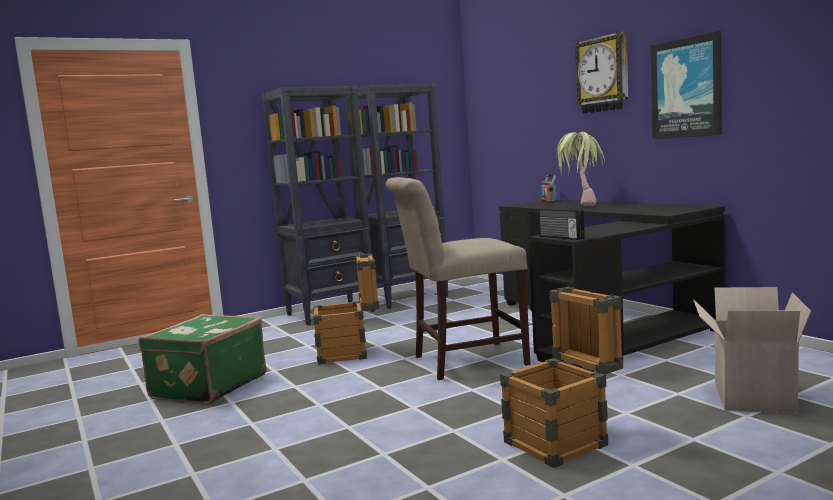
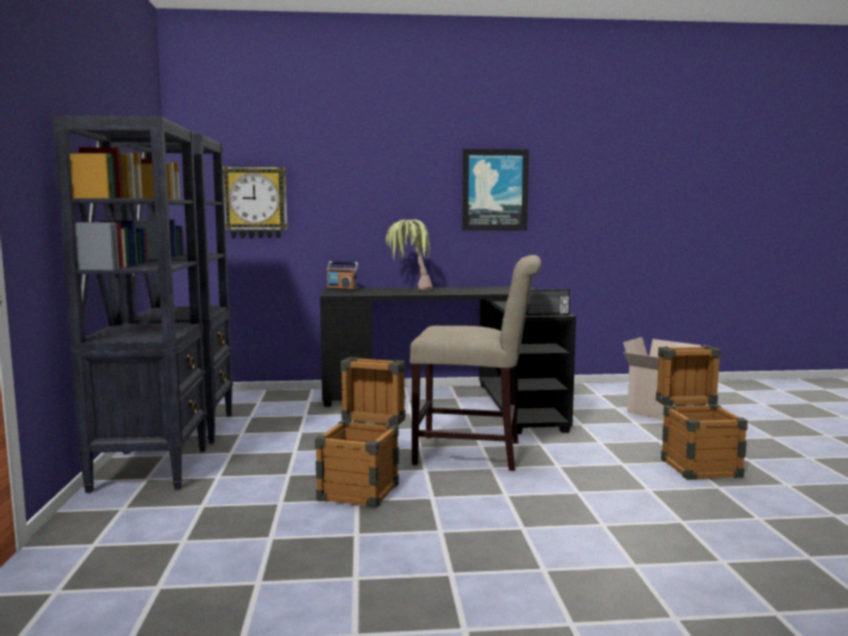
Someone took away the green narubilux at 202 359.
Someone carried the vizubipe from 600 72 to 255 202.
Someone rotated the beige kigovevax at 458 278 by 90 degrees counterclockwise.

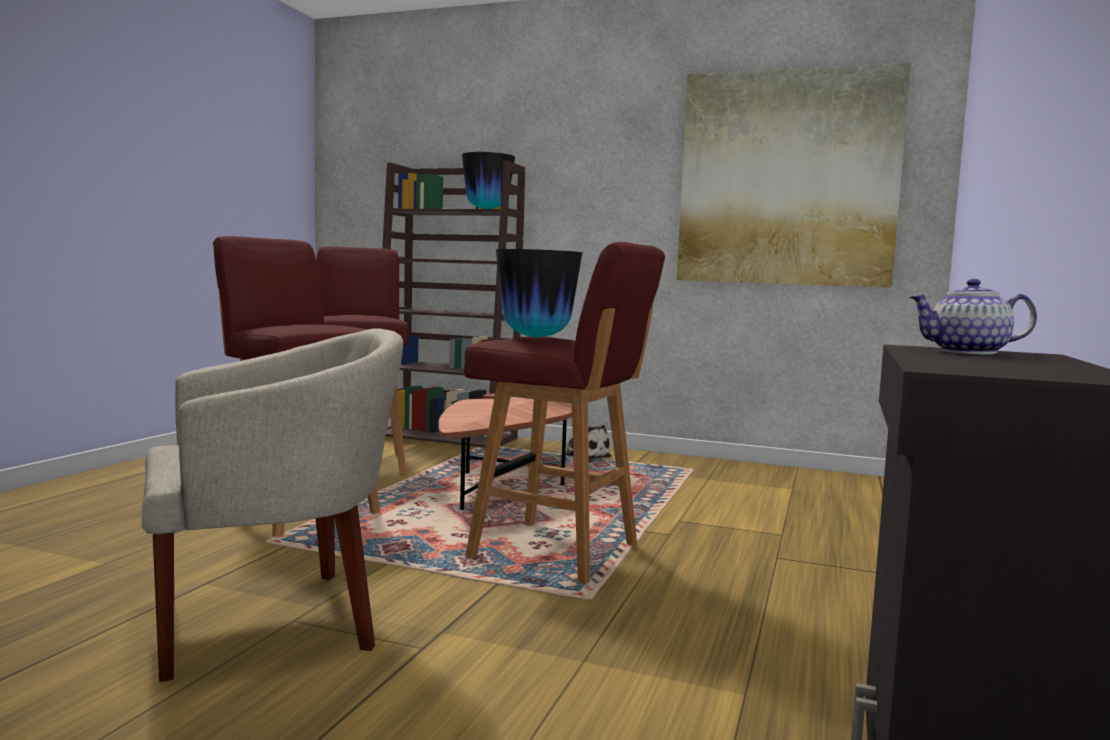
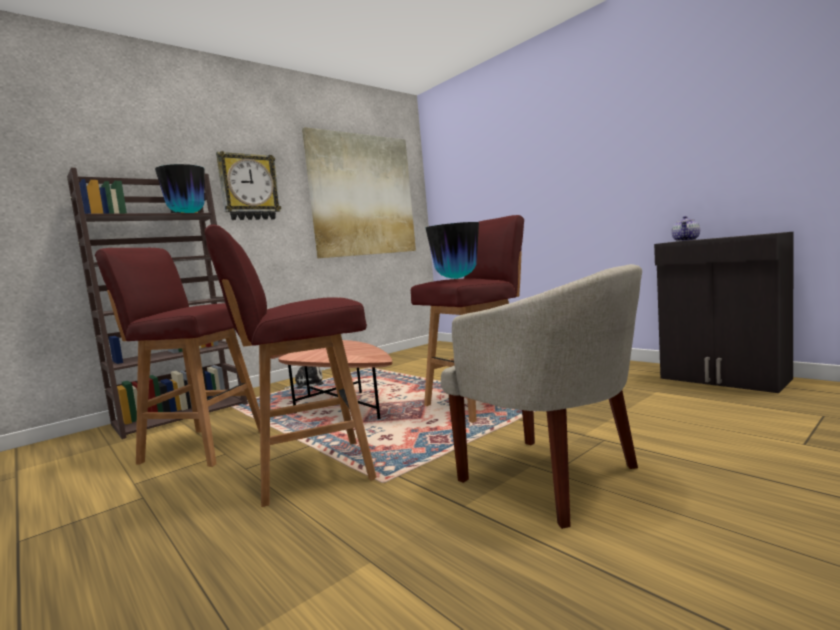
Someone put up the vizubipe at 248 185.
Someone rotated the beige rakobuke at 272 505 by 135 degrees clockwise.

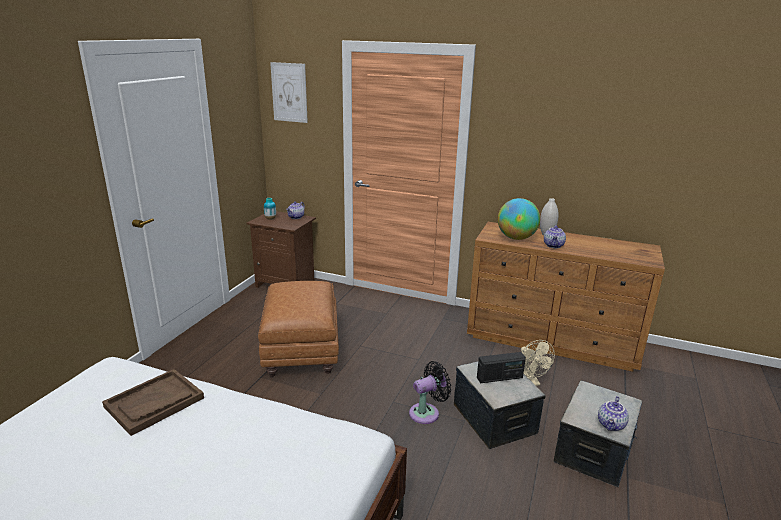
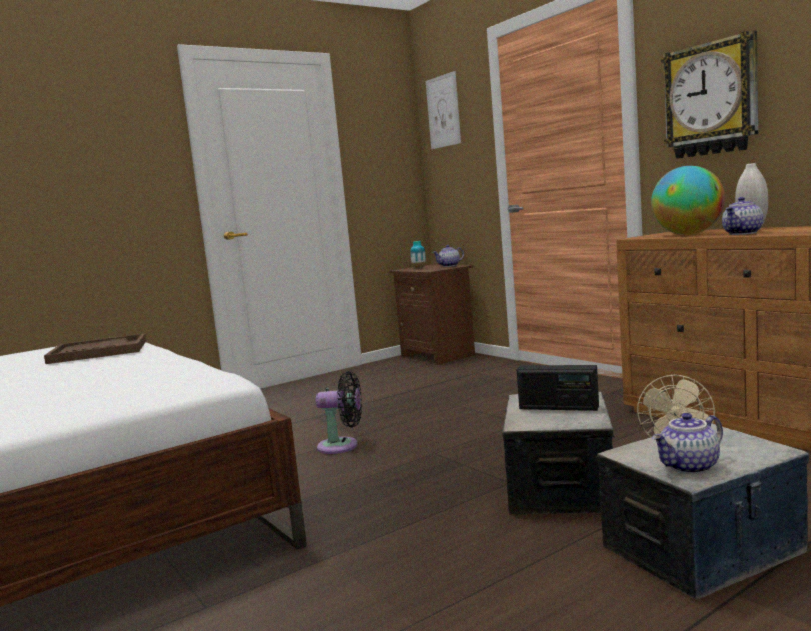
Someone took away the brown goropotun at 298 329.
Someone put up the vizubipe at 710 94.
Someone carried the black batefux from 430 392 to 339 412.

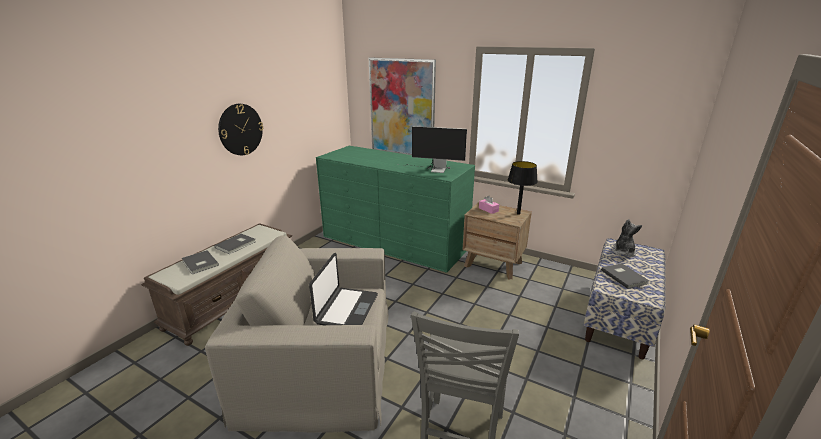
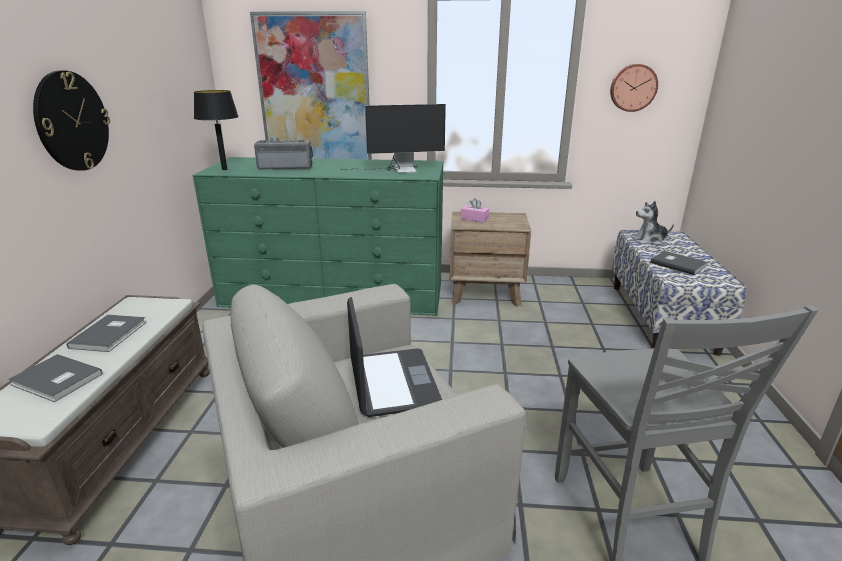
Someone put down the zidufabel at 283 154.
Someone put up the vizubipe at 634 88.
Someone carried the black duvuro from 523 188 to 216 130.
Someone rotated the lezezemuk at 627 238 by 90 degrees counterclockwise.

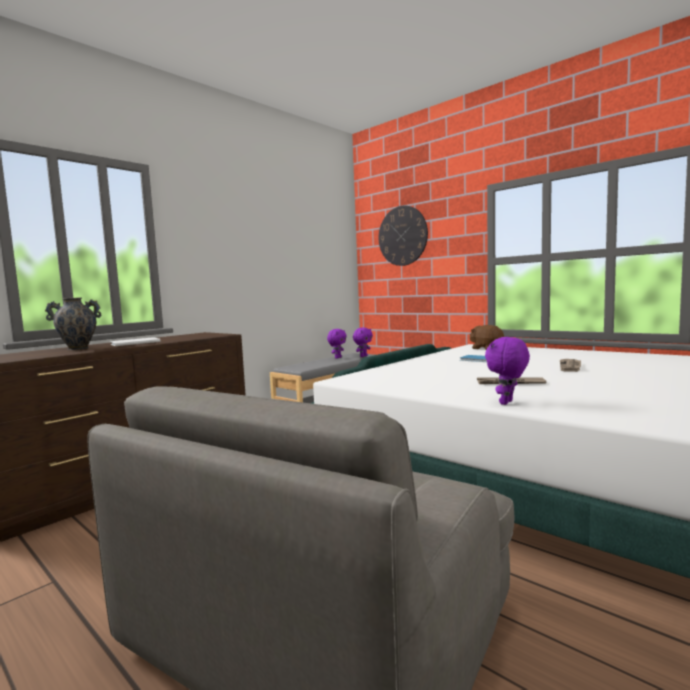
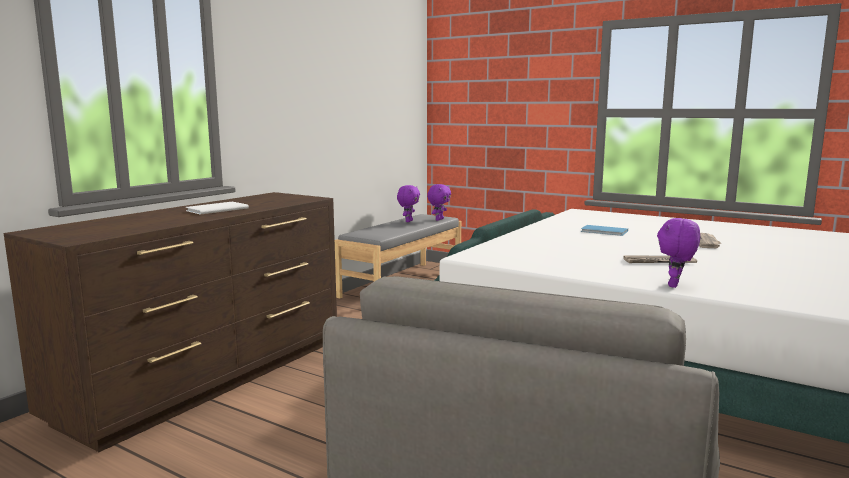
Someone took away the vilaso at 73 323.
Someone took away the vizubipe at 403 235.
Someone took away the brown lezezemuk at 486 337.

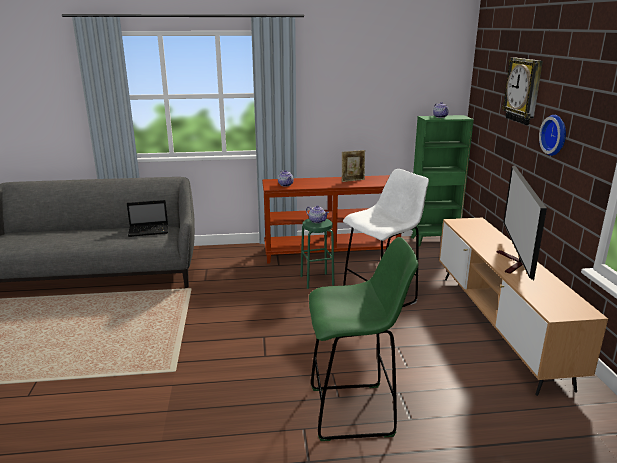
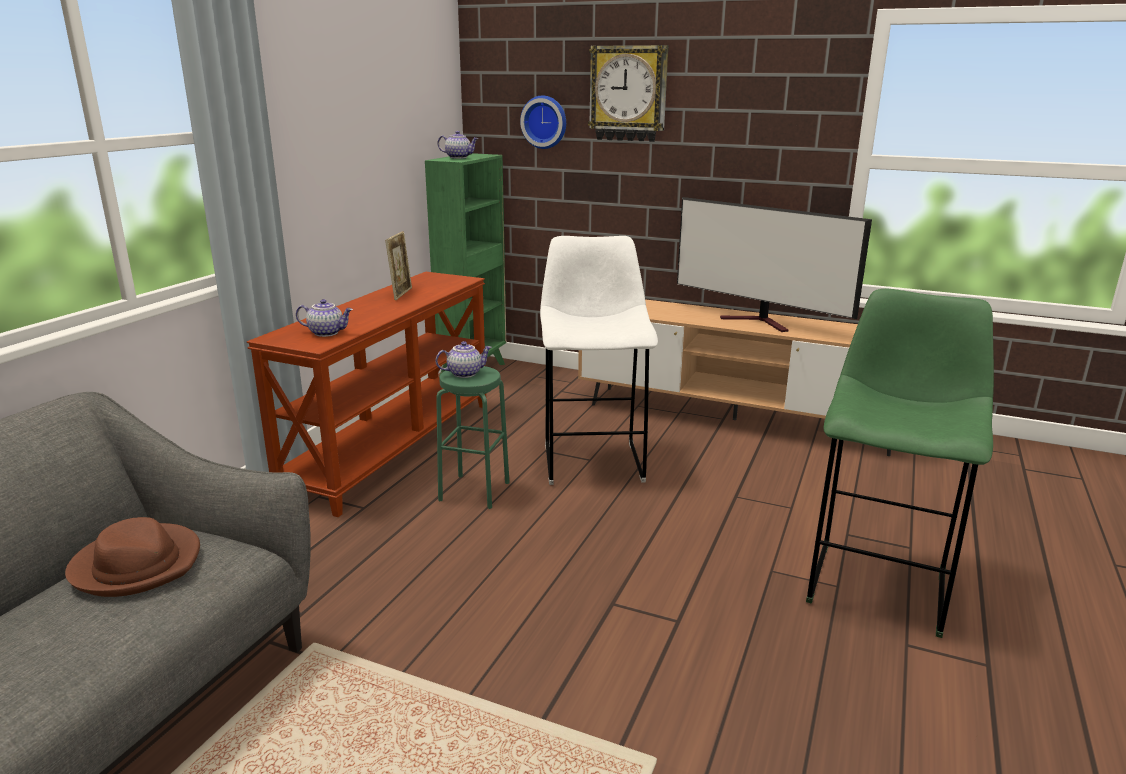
Someone carried the vizubipe from 552 135 to 543 122.
Someone swapped the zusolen at 147 218 for the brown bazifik at 132 557.

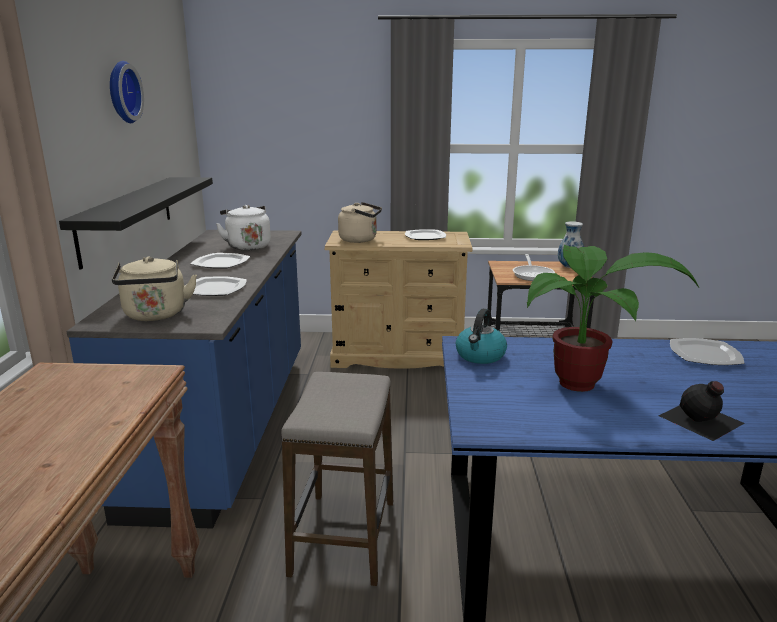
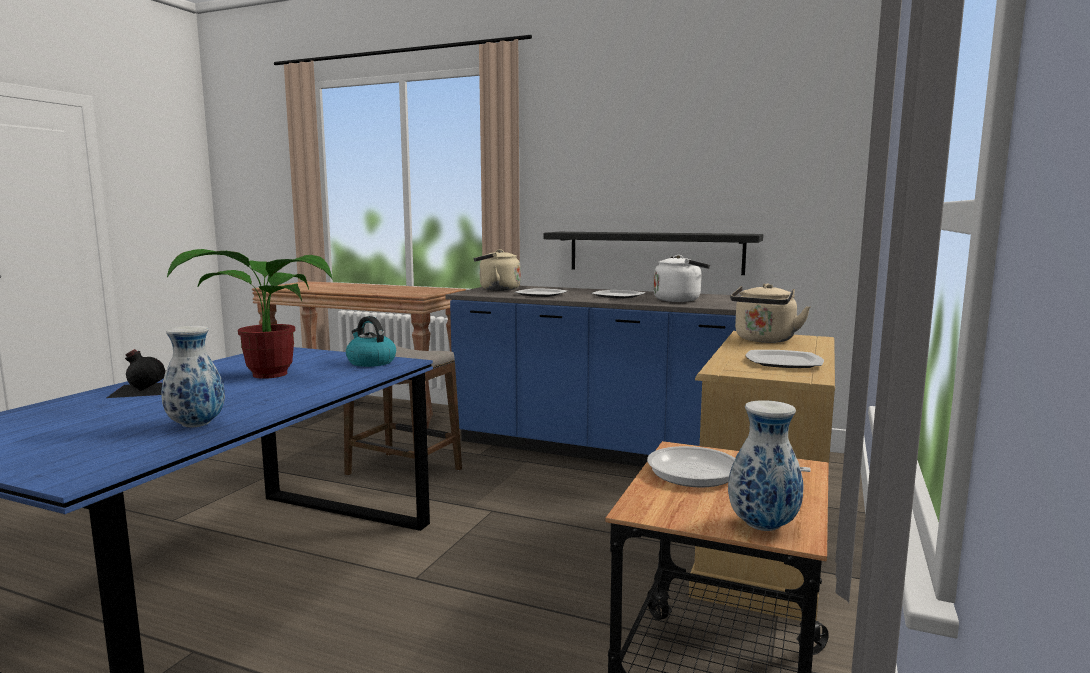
Someone took away the vizubipe at 127 92.
Someone swapped the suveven at 707 351 for the vilaso at 193 377.

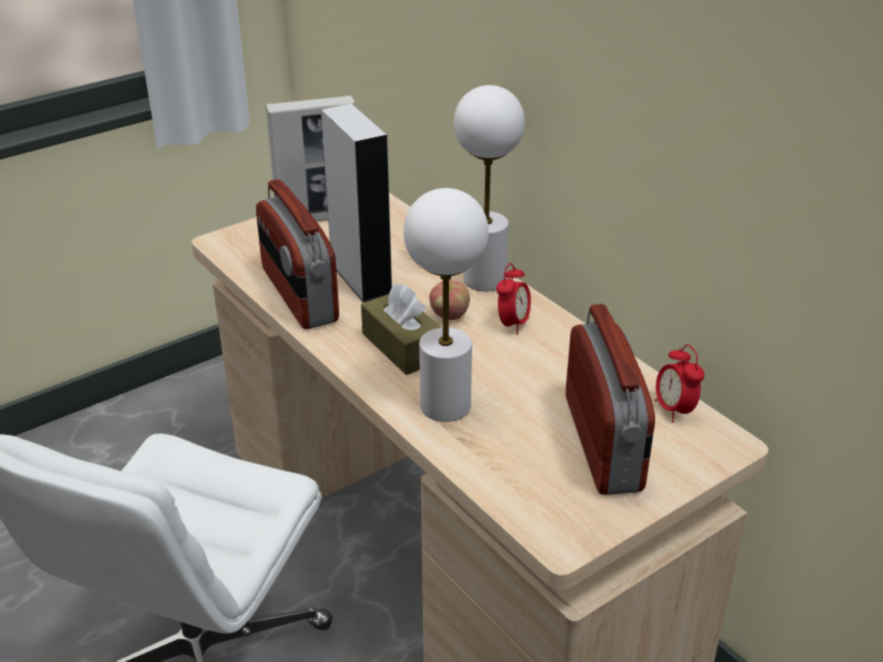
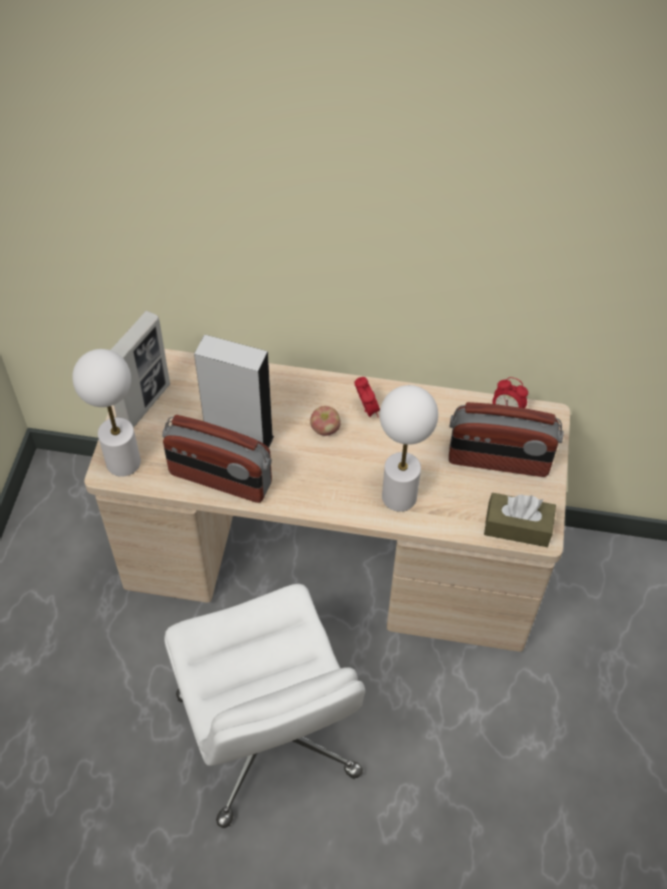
Someone carried the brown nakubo from 401 329 to 520 520.
Someone carried the white duvuro from 489 188 to 106 413.
Someone rotated the zidufabel at 610 399 by 150 degrees clockwise.

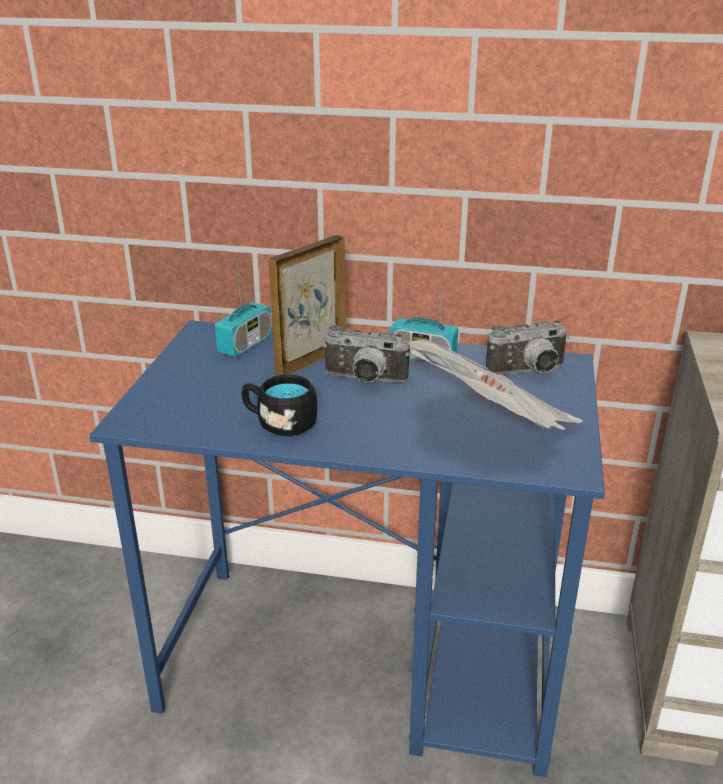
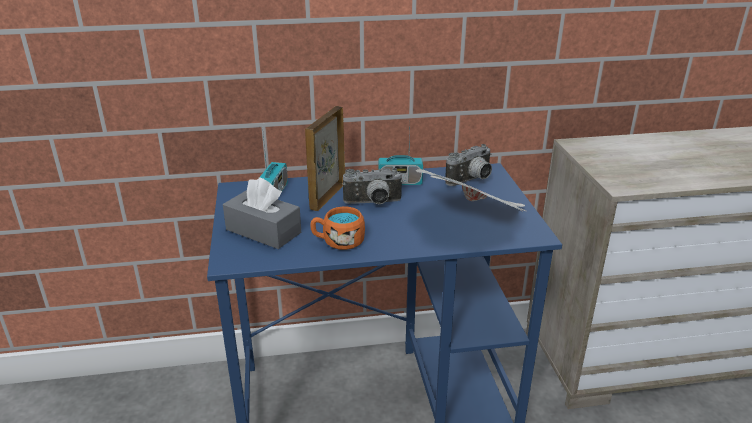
Someone put down the grey nakubo at 262 213.
Someone repainted the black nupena at 279 405, which became the orange nupena at 337 228.

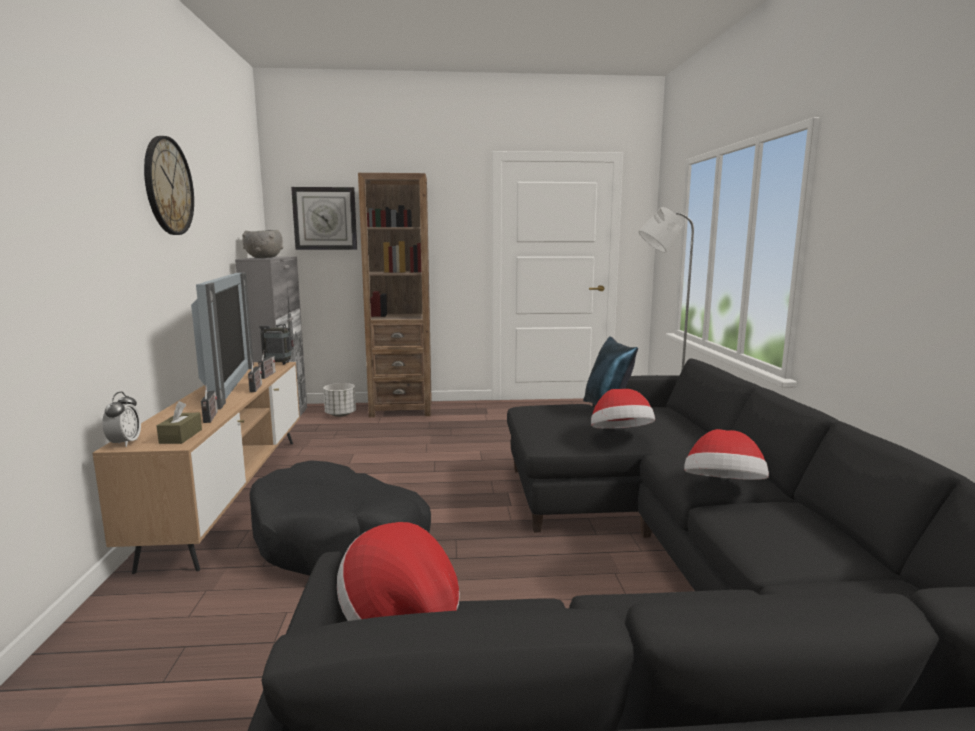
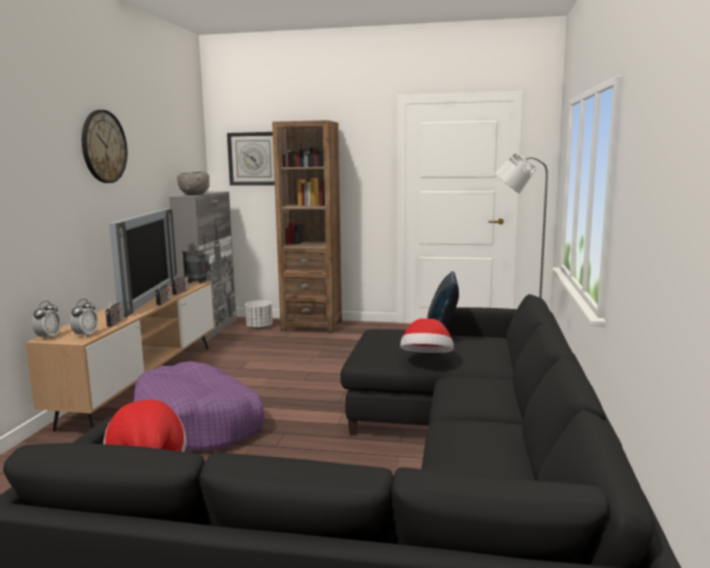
Someone took away the bazifik at 726 454.
Someone swapped the brown nakubo at 179 422 for the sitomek at 84 318.
Someone repainted the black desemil at 340 518, which became the purple desemil at 199 406.

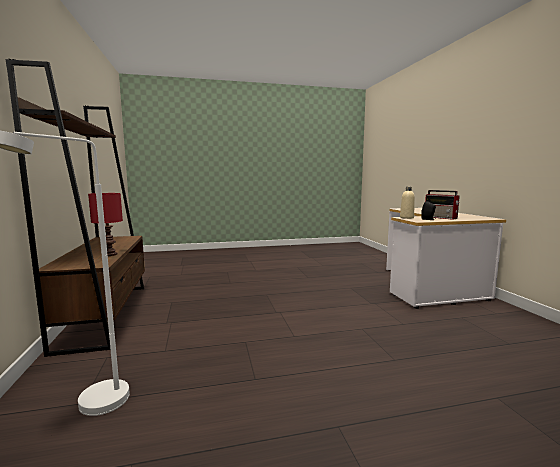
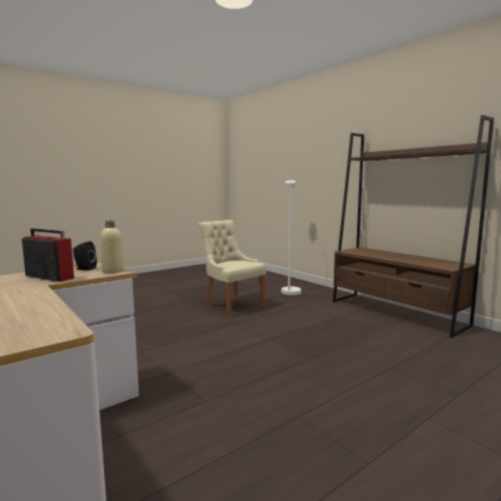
Someone took away the red duvuro at 105 224.
Someone put down the beige kigovevax at 232 268.

